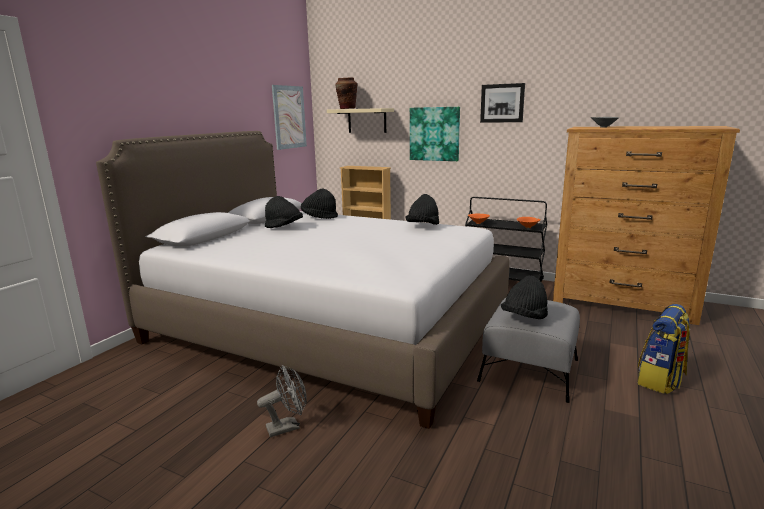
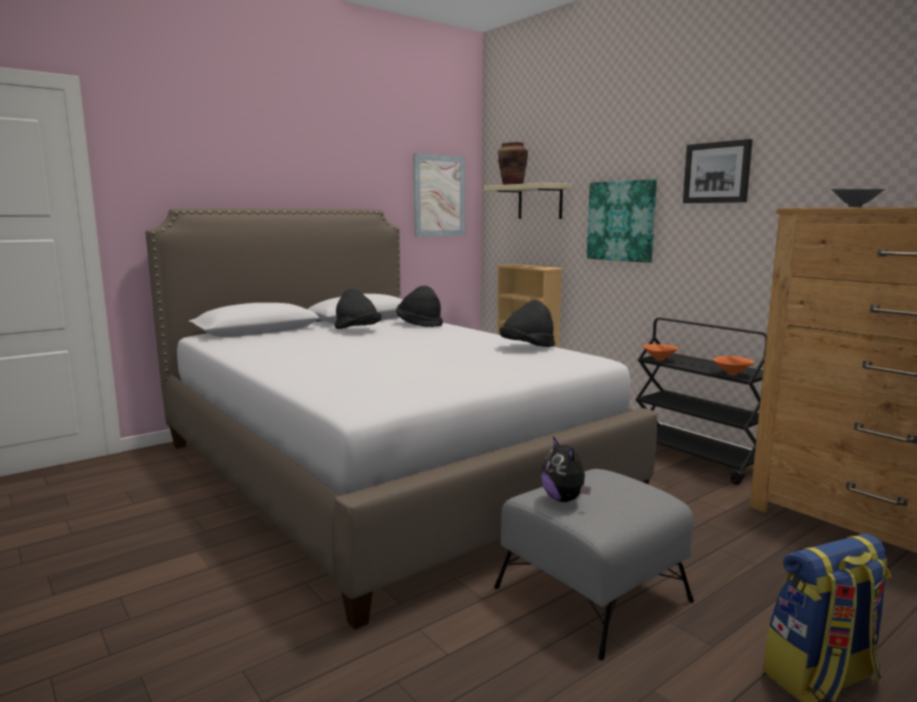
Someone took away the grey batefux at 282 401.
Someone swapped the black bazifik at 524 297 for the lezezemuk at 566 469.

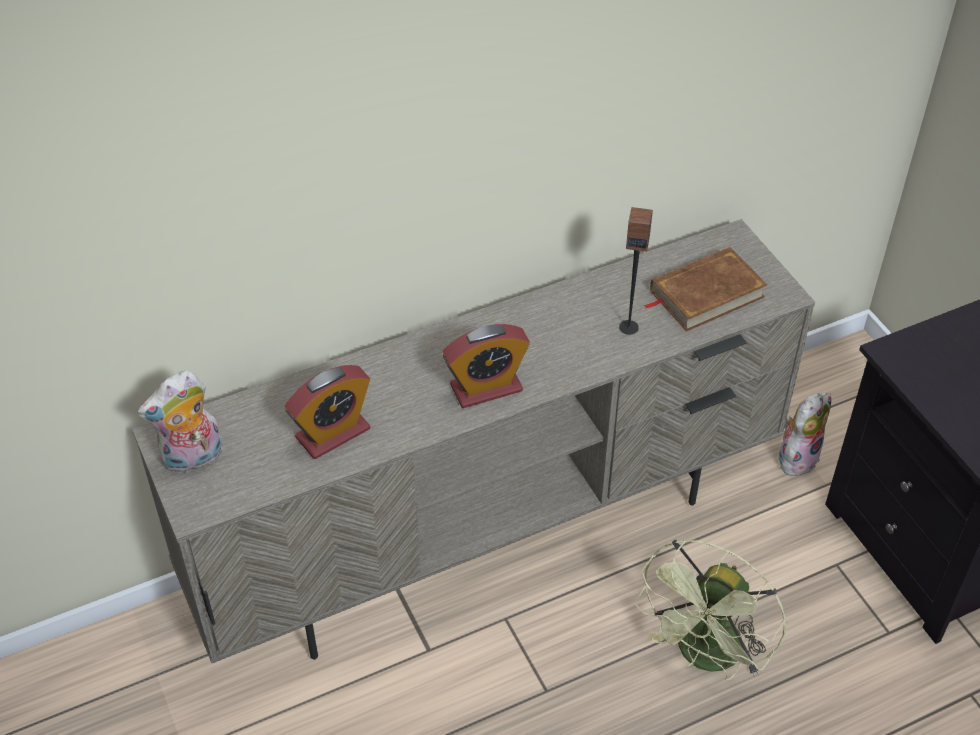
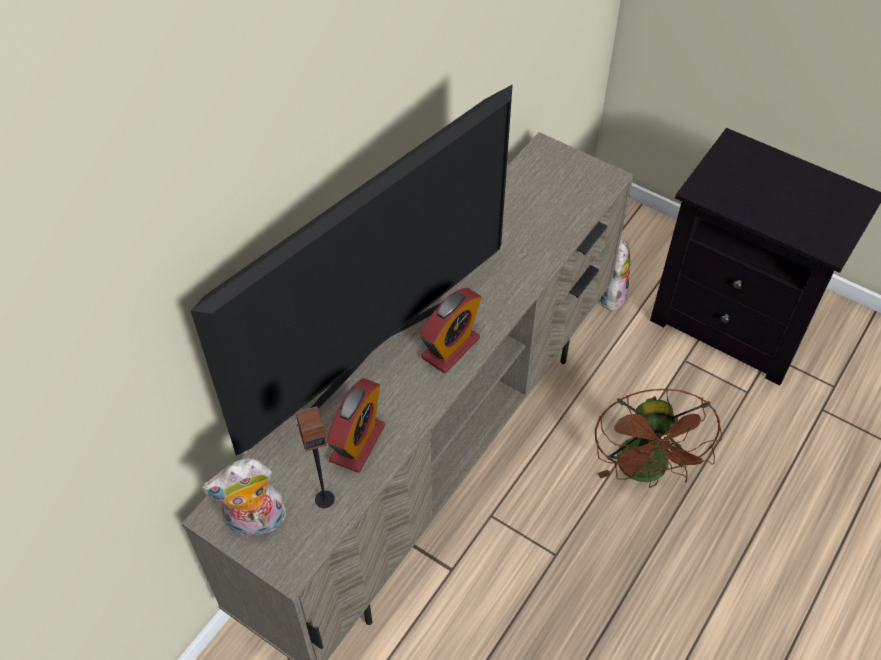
Someone took away the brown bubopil at 705 289.
Someone put down the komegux at 352 269.
Someone carried the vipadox from 636 271 to 315 457.
Someone repainted the green batefux at 710 610, which became the brown batefux at 658 438.
Someone rotated the lezezemuk at 179 422 by 45 degrees clockwise.

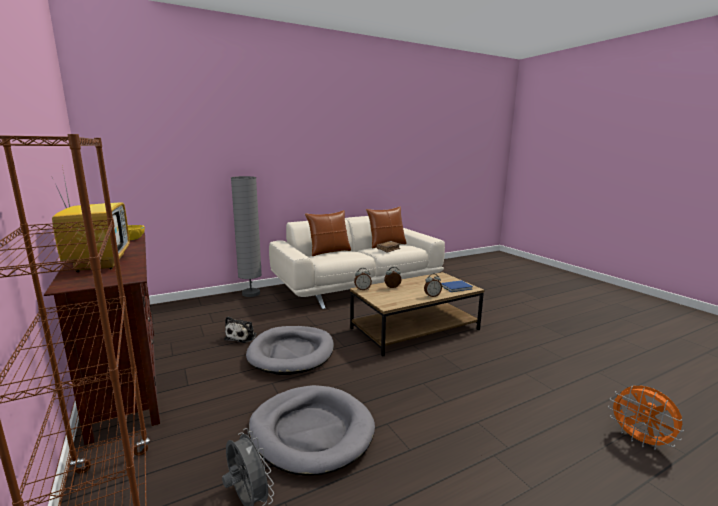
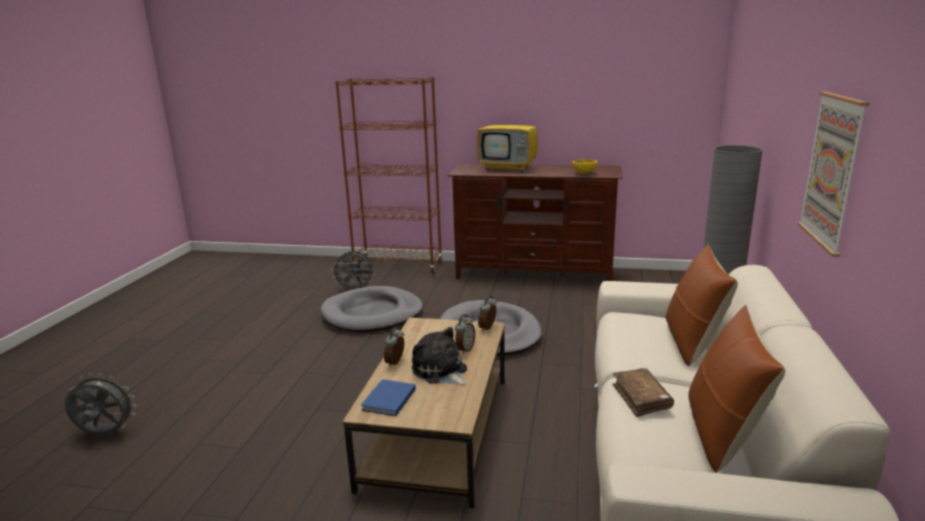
Someone put up the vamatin at 833 174.
Someone carried the lezezemuk from 240 330 to 440 356.
Someone repainted the orange batefux at 646 418, which became the grey batefux at 101 404.

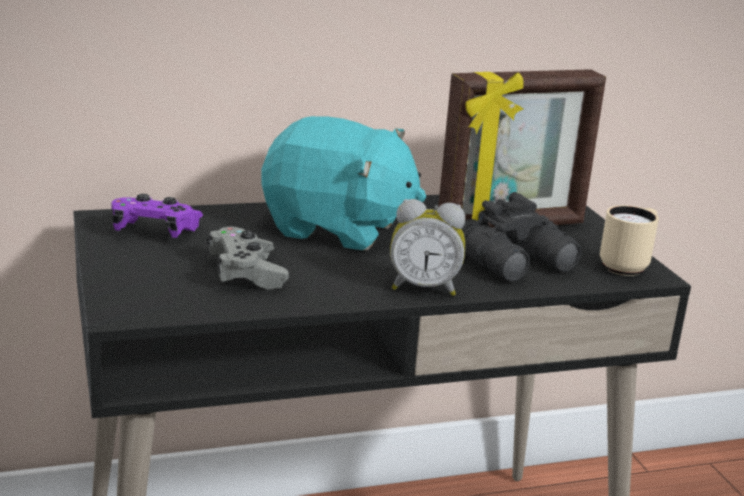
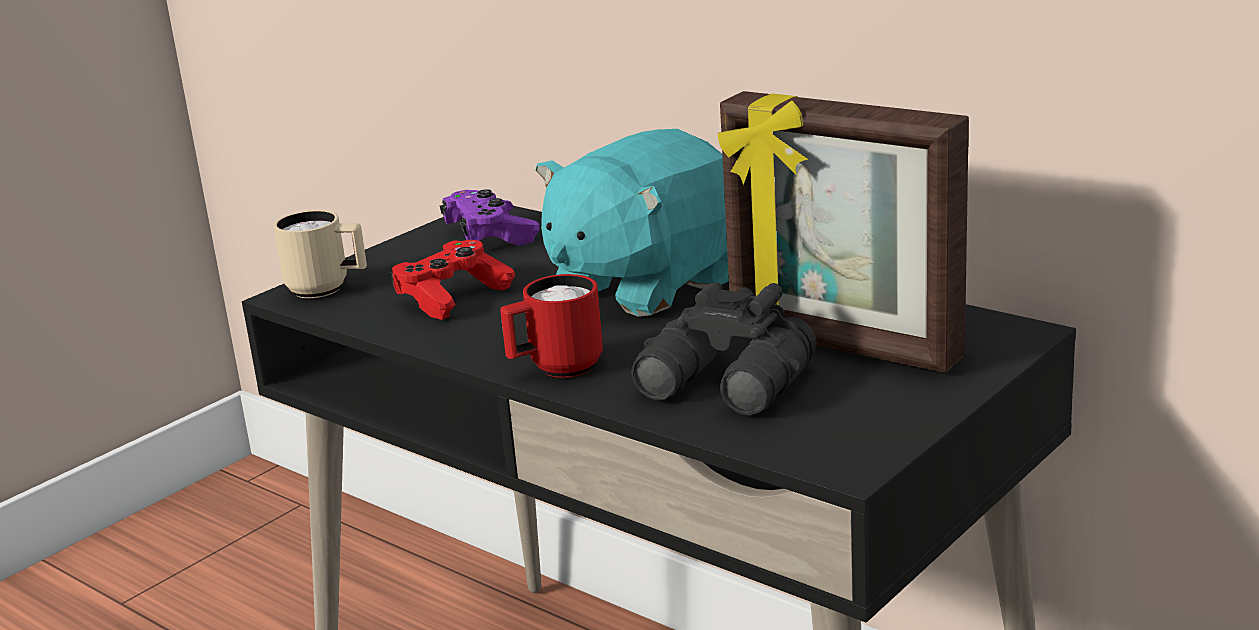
Someone carried the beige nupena from 629 240 to 320 254.
Someone swapped the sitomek at 427 247 for the red nupena at 551 326.
Someone repainted the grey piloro at 248 258, which became the red piloro at 453 280.
Someone rotated the turquoise lezezemuk at 343 183 by 60 degrees clockwise.

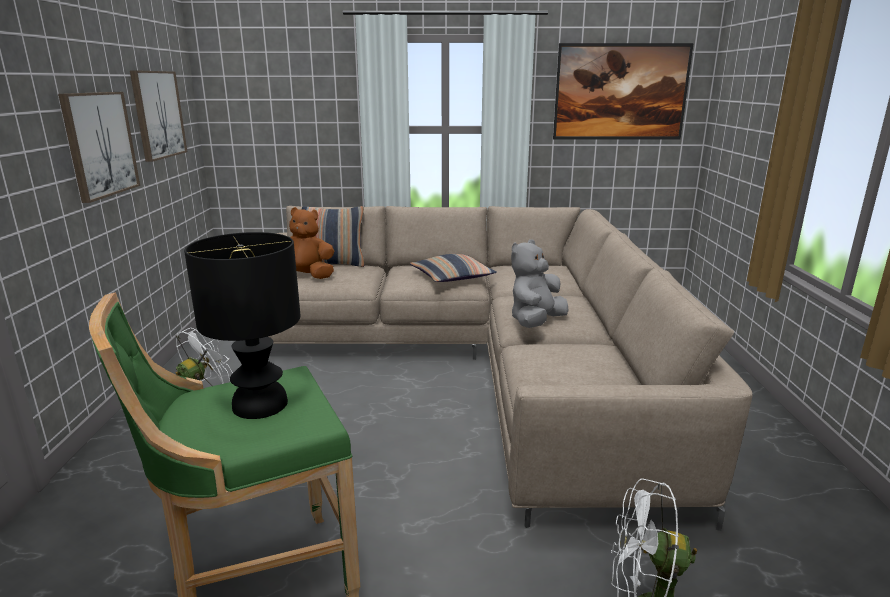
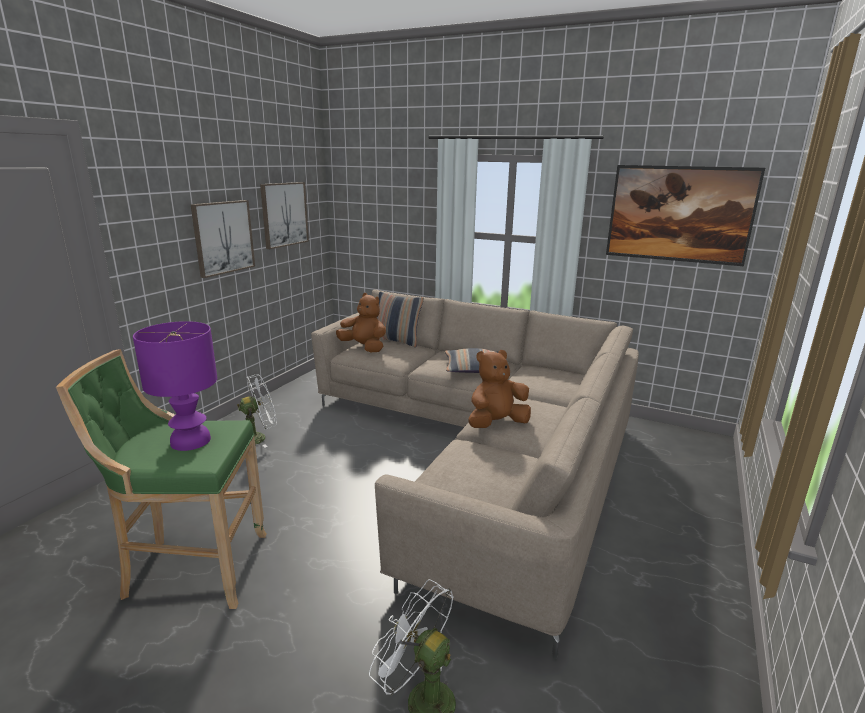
Someone repainted the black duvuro at 242 325, which became the purple duvuro at 175 386.
Someone repainted the grey lezezemuk at 540 283, which became the brown lezezemuk at 499 389.

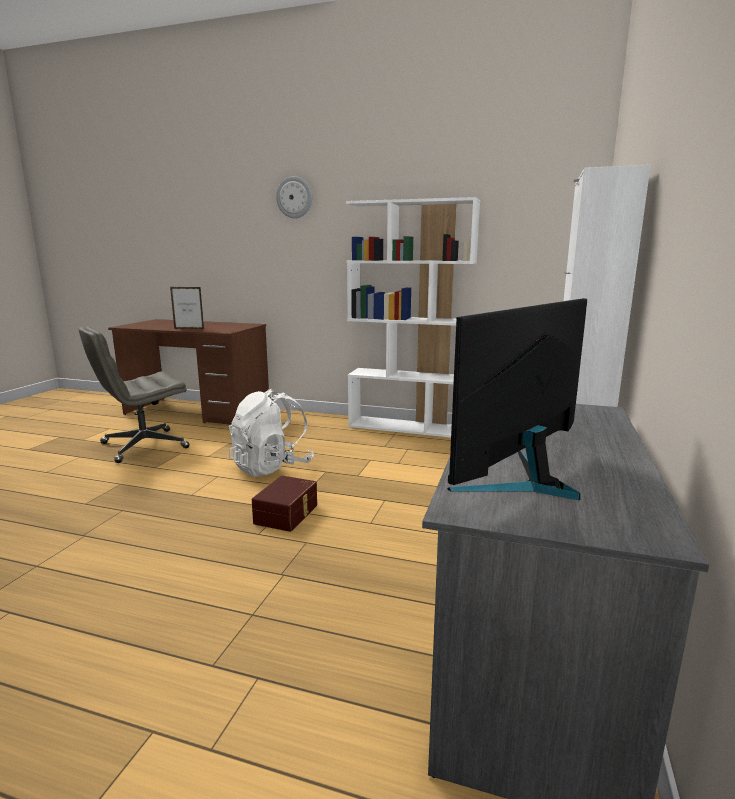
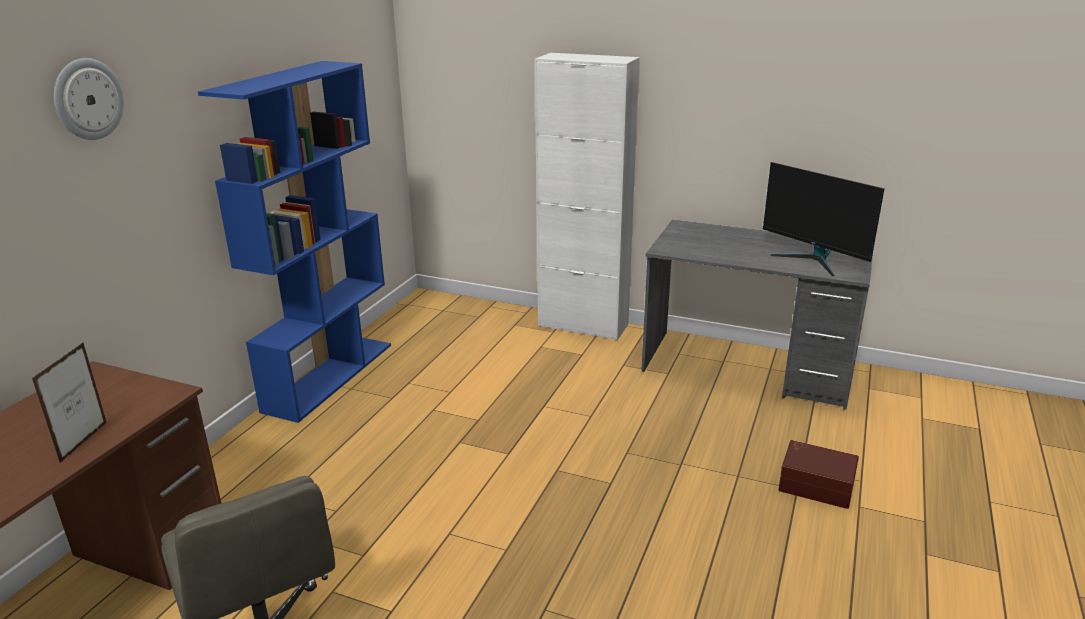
Someone took away the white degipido at 271 432.
Someone carried the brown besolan from 284 504 to 818 474.
Someone repainted the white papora at 413 317, which became the blue papora at 294 242.

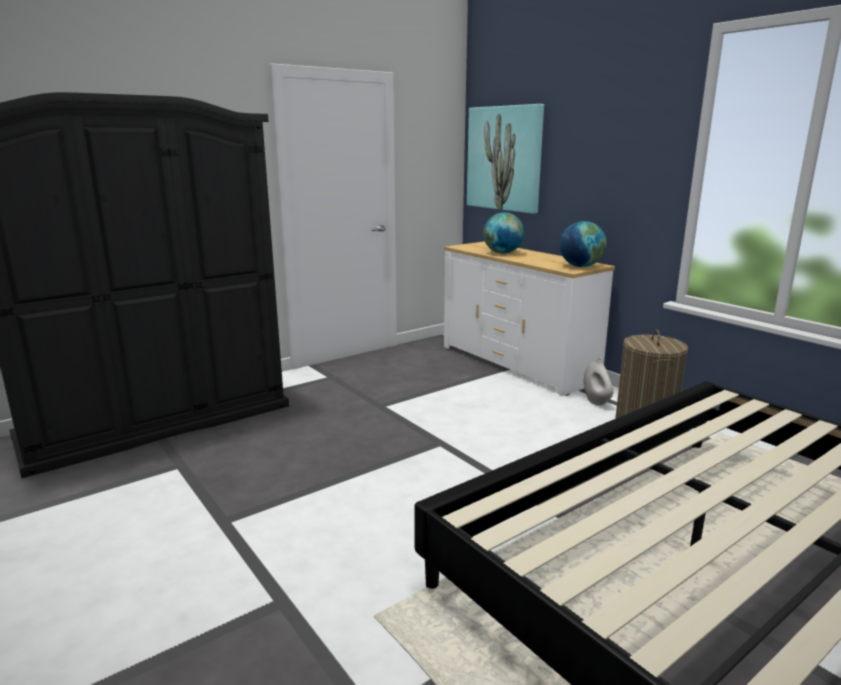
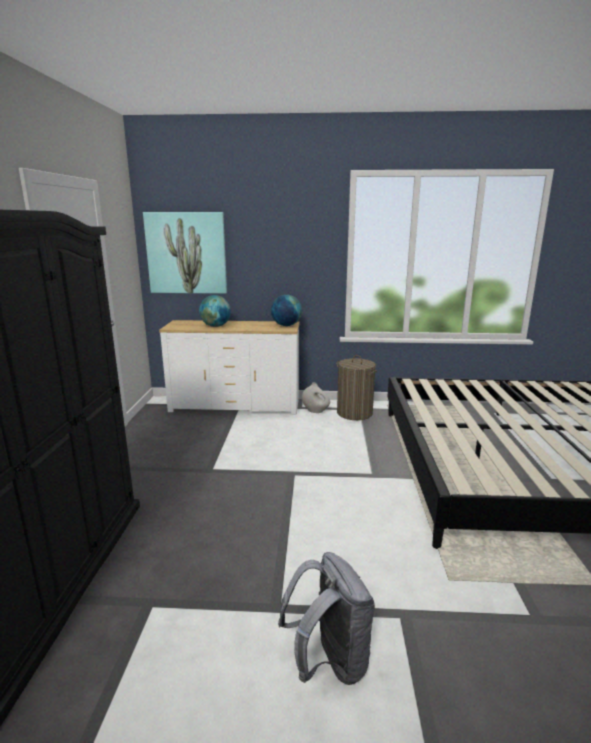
Someone put down the grey degipido at 326 618.

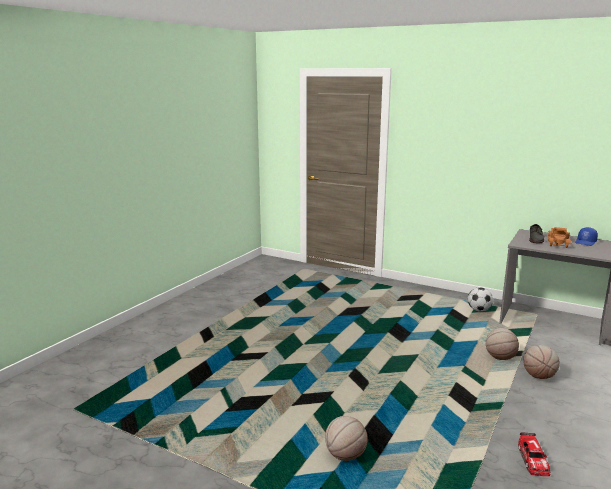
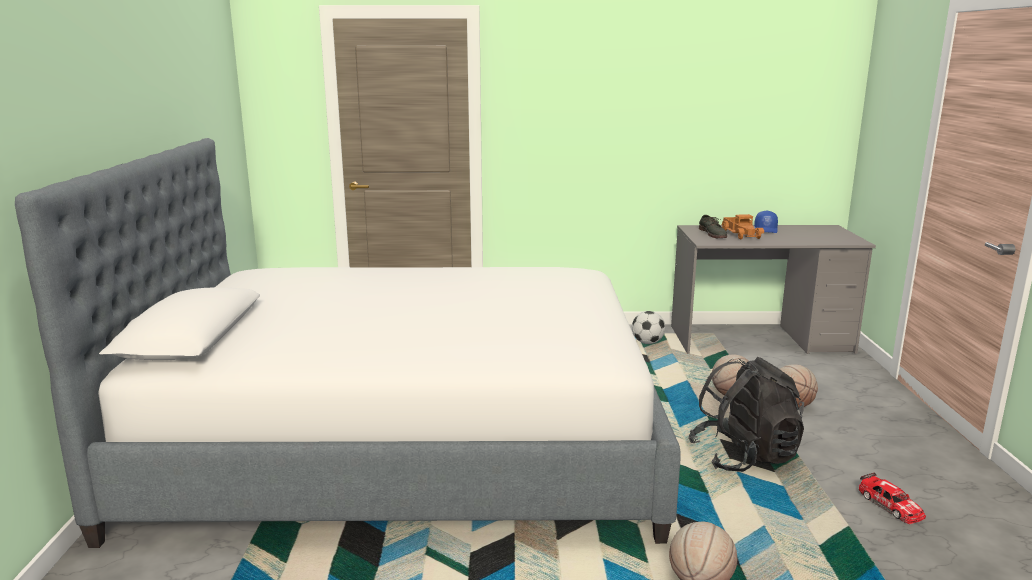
Someone put down the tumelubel at 348 343.
Someone put down the black degipido at 746 414.

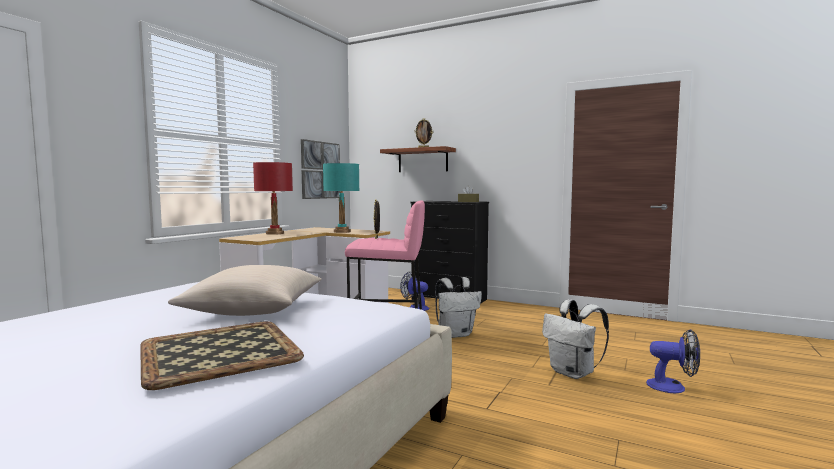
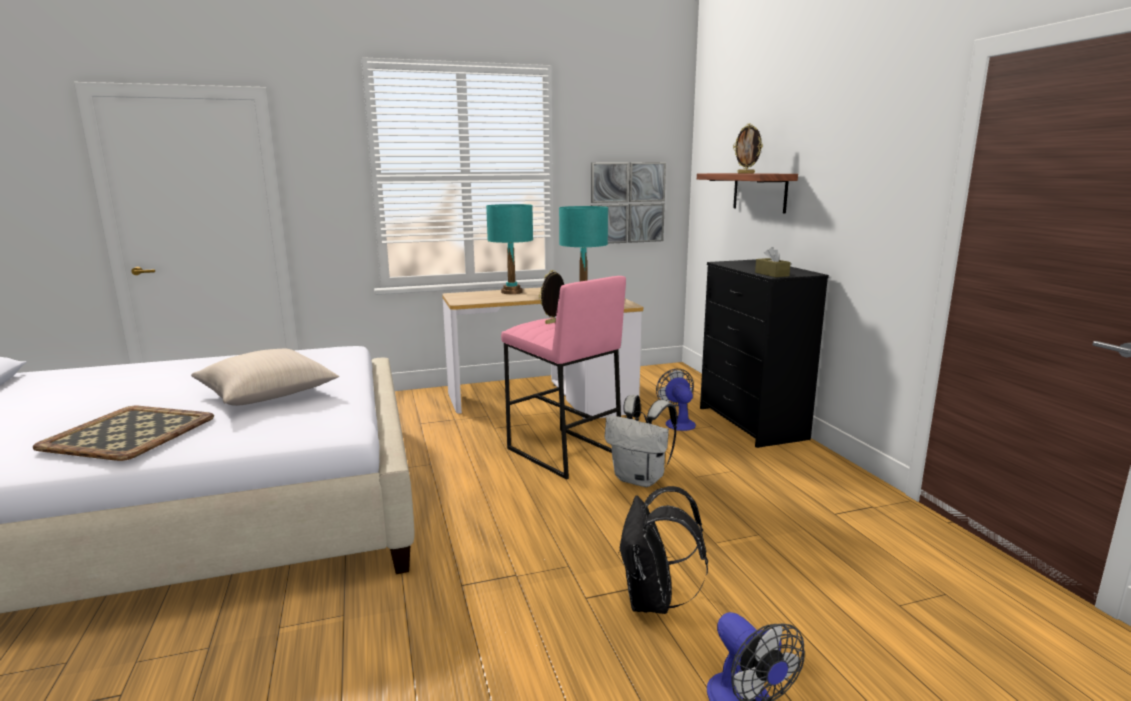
Someone repainted the red duvuro at 273 198, which became the turquoise duvuro at 509 249.
Someone repainted the white degipido at 575 339, which became the black degipido at 663 550.

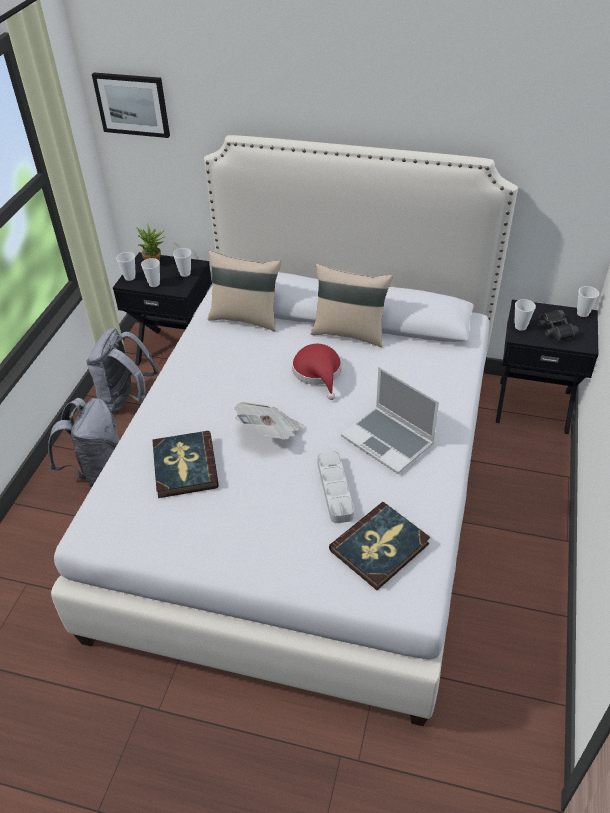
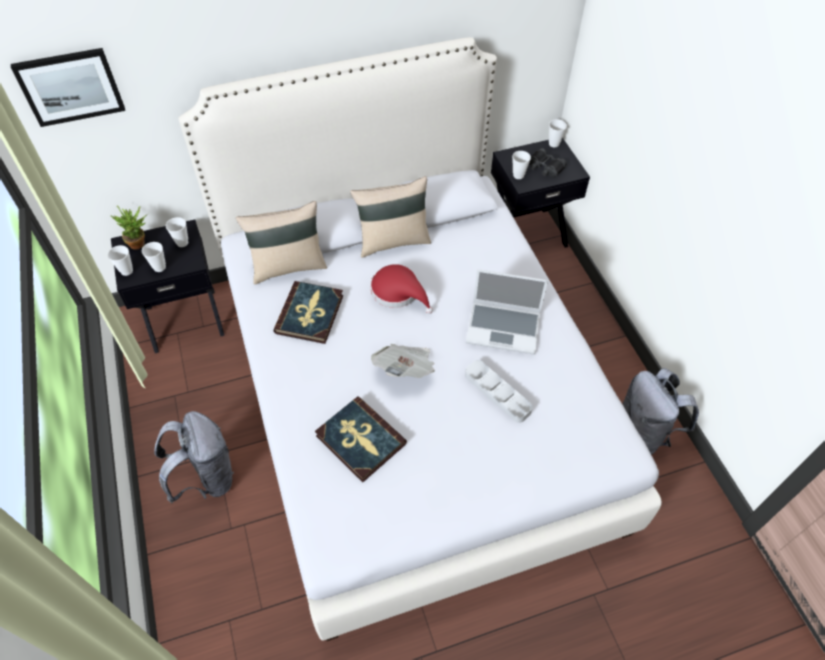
Someone carried the grey degipido from 122 369 to 660 411.
Someone carried the bubopil from 379 546 to 308 312.

